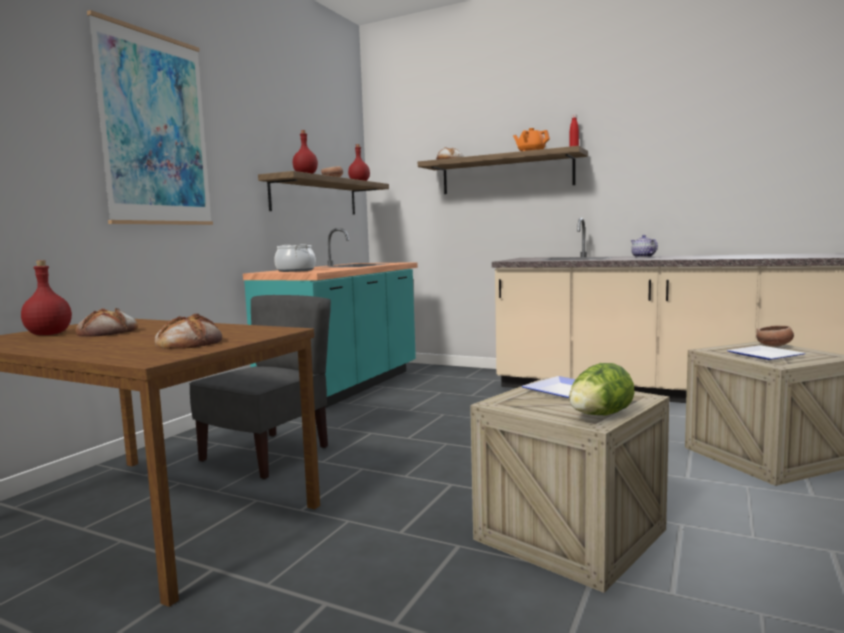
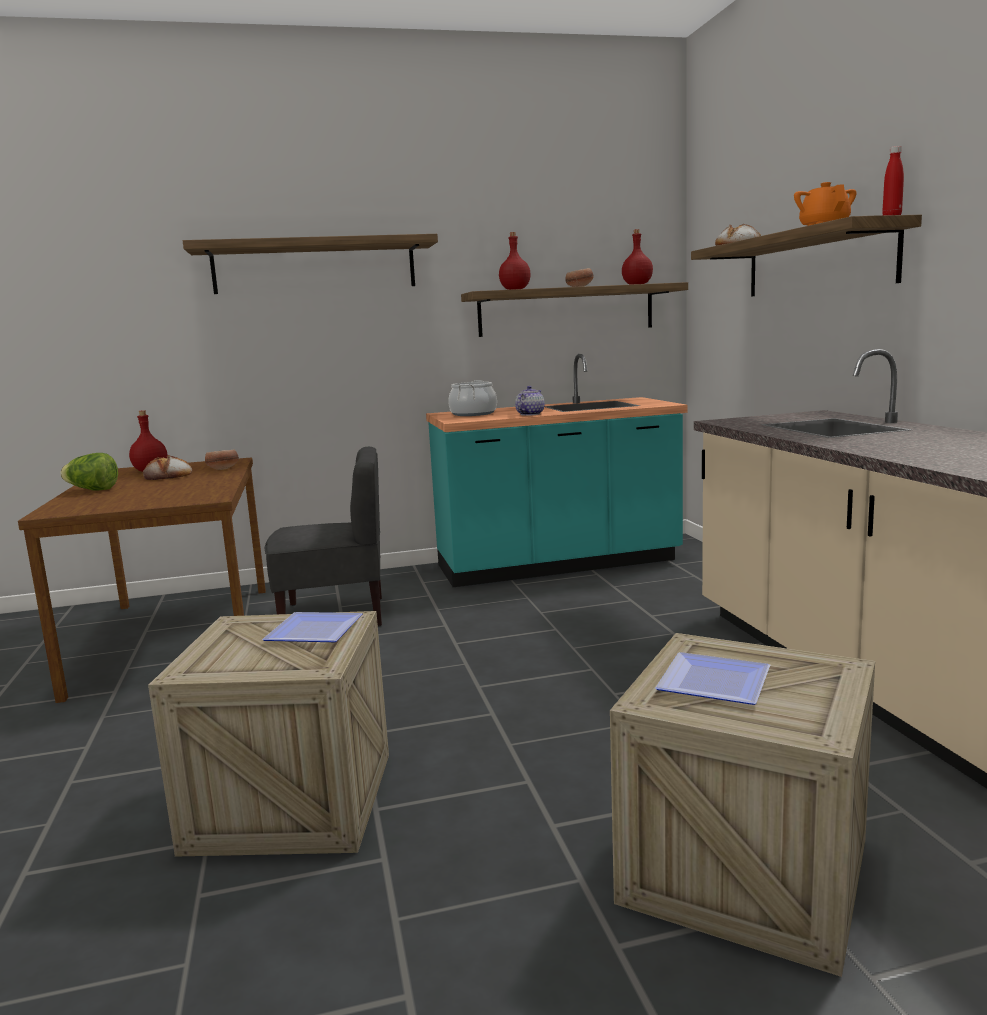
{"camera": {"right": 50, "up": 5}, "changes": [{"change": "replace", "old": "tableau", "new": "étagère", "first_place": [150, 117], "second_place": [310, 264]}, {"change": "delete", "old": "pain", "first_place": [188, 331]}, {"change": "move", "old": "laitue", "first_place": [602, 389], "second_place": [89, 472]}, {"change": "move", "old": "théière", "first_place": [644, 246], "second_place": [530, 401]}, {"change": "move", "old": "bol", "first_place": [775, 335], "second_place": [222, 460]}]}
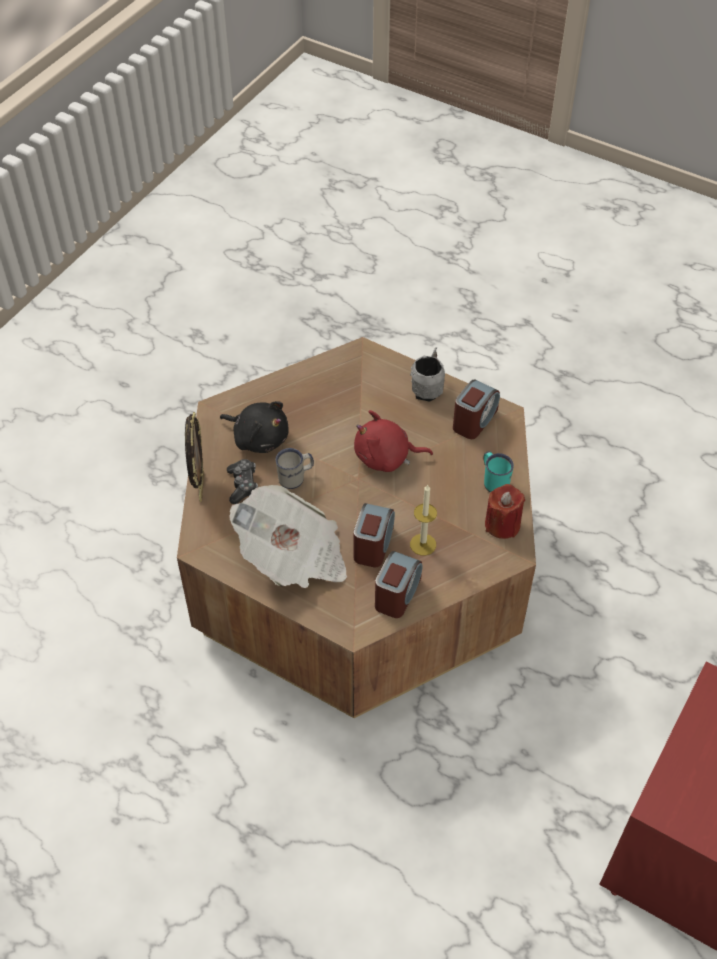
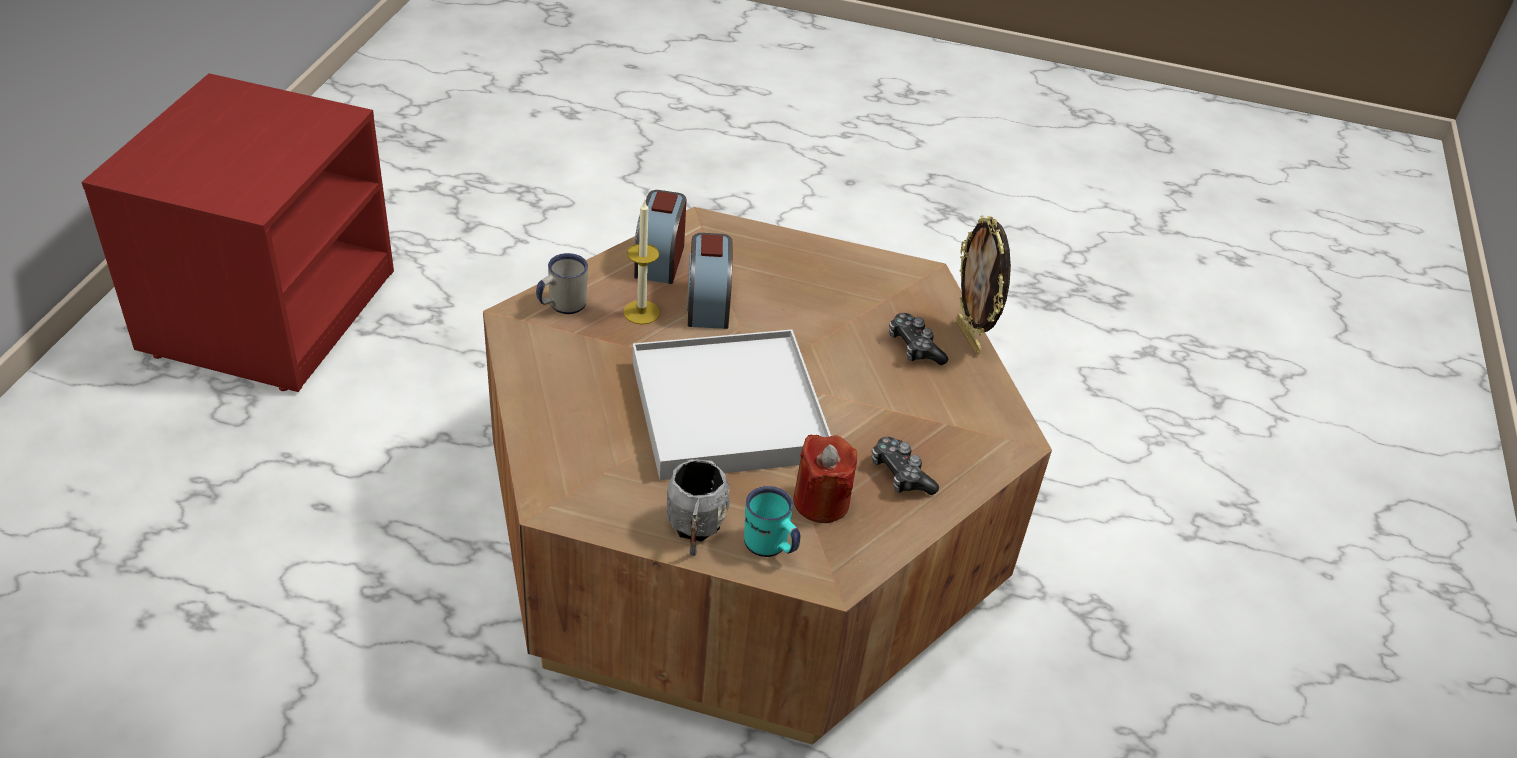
{"camera": {"right": 160, "up": -10}, "changes": [{"change": "delete", "old": "peluche (noir)", "first_place": [254, 427]}, {"change": "delete", "old": "journal", "first_place": [288, 536]}, {"change": "move", "old": "mug (blanc)", "first_place": [295, 468], "second_place": [562, 283]}, {"change": "replace", "old": "peluche (rouge)", "new": "plateau (blanc)", "first_place": [393, 441], "second_place": [731, 404]}, {"change": "delete", "old": "réveil", "first_place": [476, 409]}, {"change": "move", "old": "mug (turquoise)", "first_place": [499, 472], "second_place": [772, 521]}, {"change": "move", "old": "bougie (rouge)", "first_place": [505, 511], "second_place": [825, 479]}, {"change": "insert", "new": "manette", "second_place": [905, 466]}]}
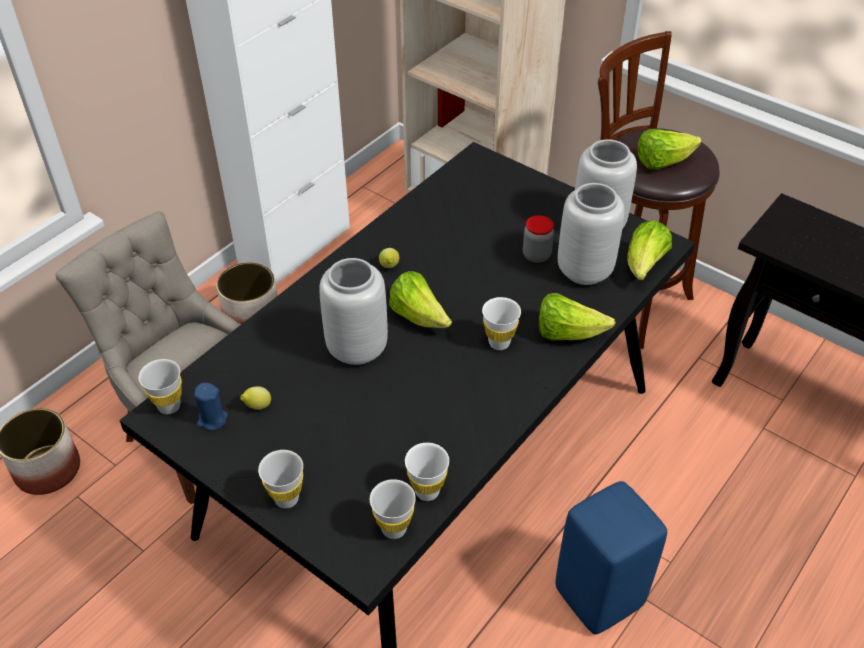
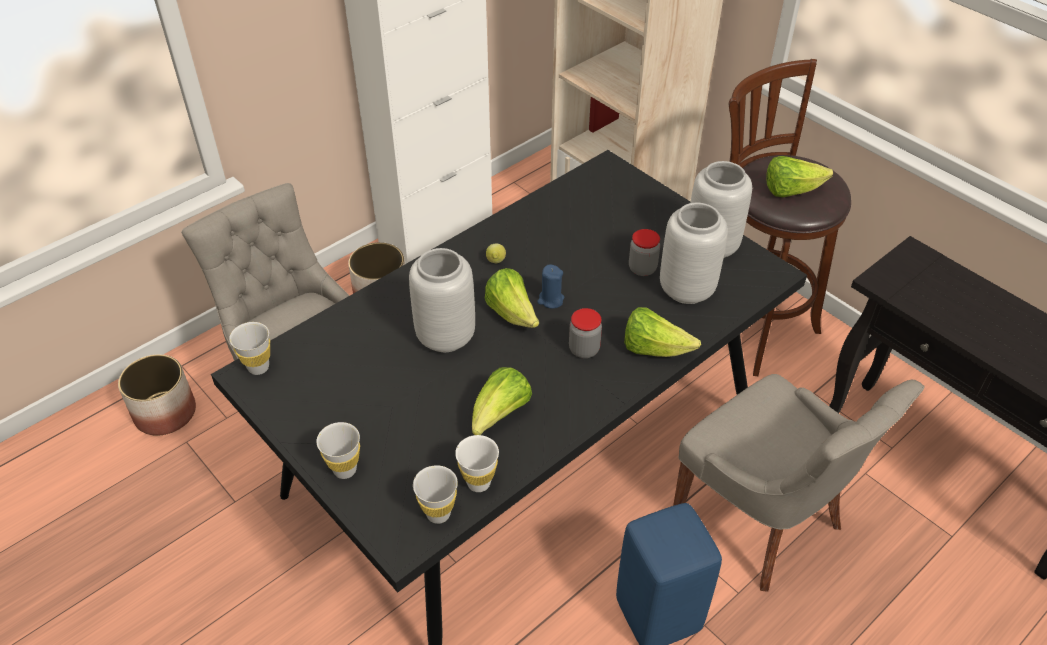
{"camera": {"right": 10, "up": 0}, "changes": [{"change": "move", "old": "bougie (bleu)", "first_place": [211, 407], "second_place": [551, 286]}, {"change": "delete", "old": "citron", "first_place": [255, 398]}, {"change": "replace", "old": "tasse (blanc)", "new": "bocal", "first_place": [501, 323], "second_place": [585, 333]}, {"change": "move", "old": "laitue", "first_place": [649, 250], "second_place": [502, 401]}, {"change": "insert", "new": "chaise (gris)", "second_place": [798, 483]}]}
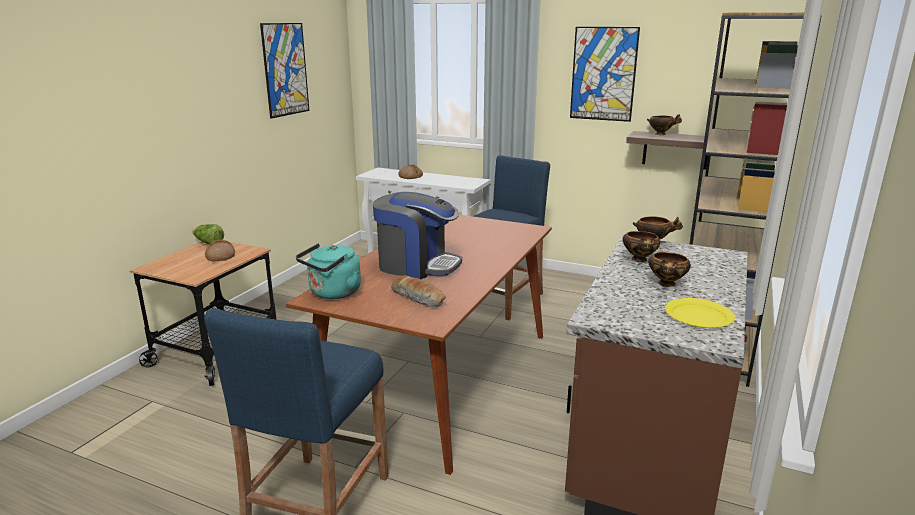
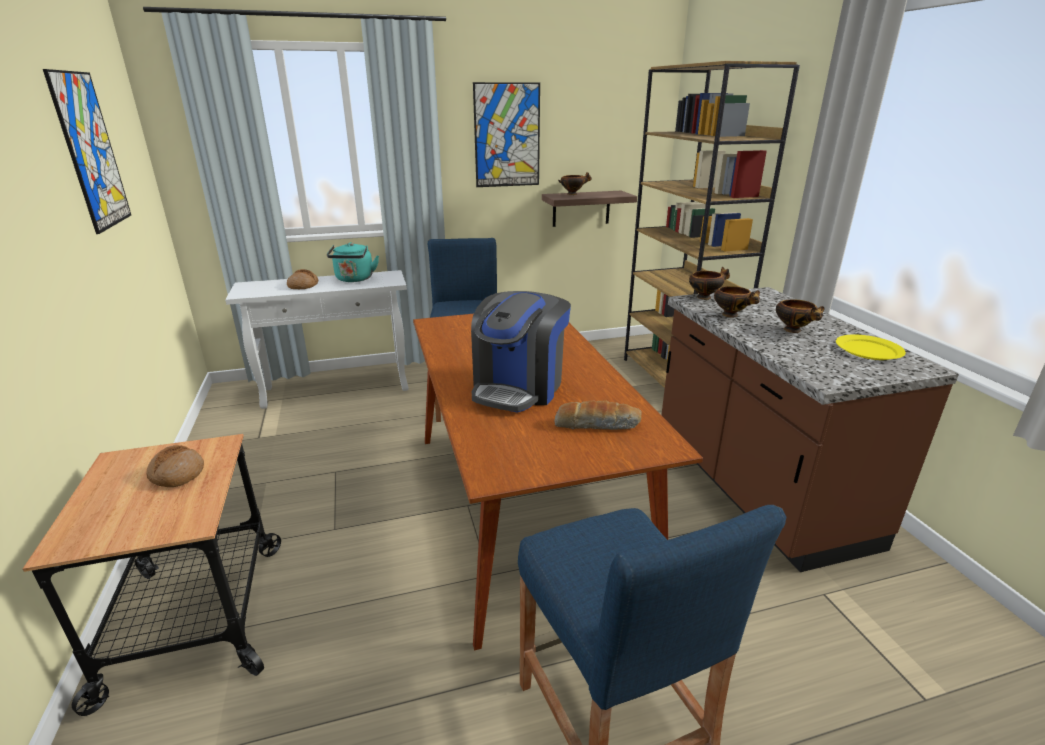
{"camera": {"right": -40, "up": 5}, "changes": [{"change": "delete", "old": "laitue", "first_place": [208, 234]}, {"change": "move", "old": "bouilloire (turquoise)", "first_place": [328, 271], "second_place": [353, 262]}, {"change": "rotate", "old": "machine à café", "first_place": [417, 235], "second_place": [521, 352], "degrees": 135}]}
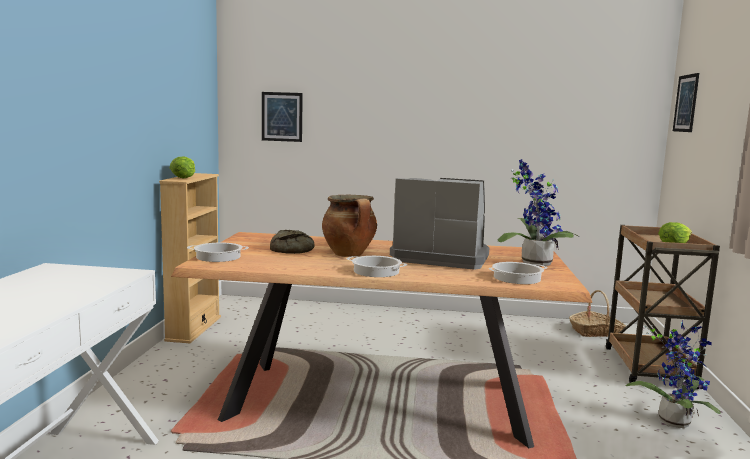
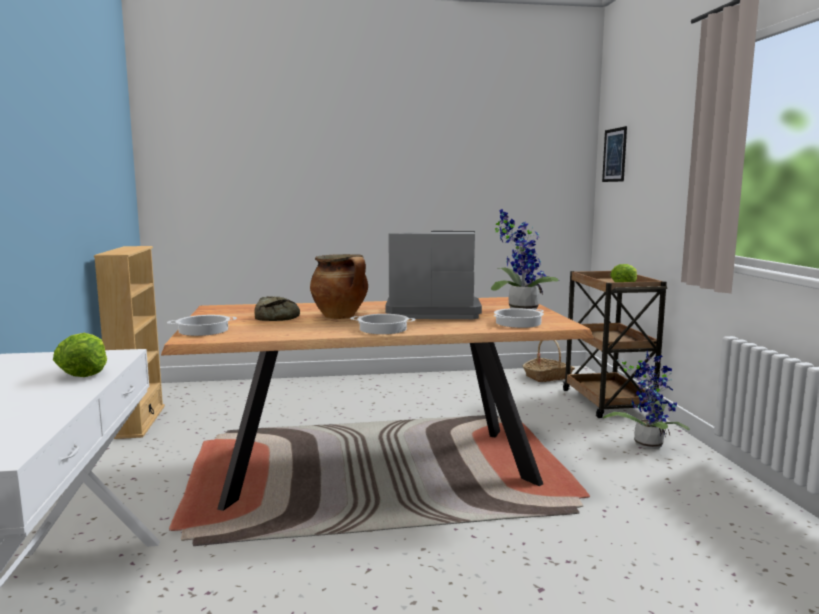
{"camera": {"right": -15, "up": 0}, "changes": [{"change": "move", "old": "laitue", "first_place": [182, 167], "second_place": [80, 355]}, {"change": "delete", "old": "tableau", "first_place": [282, 117]}]}
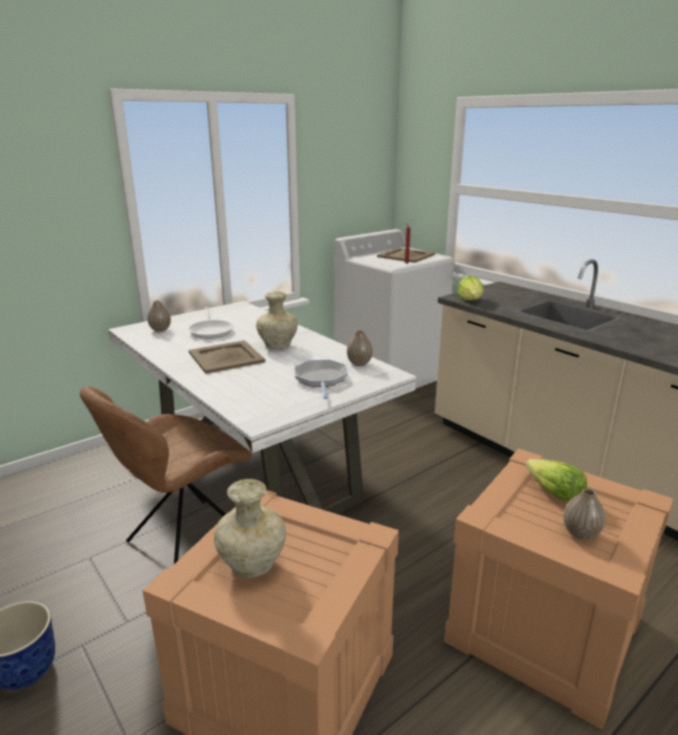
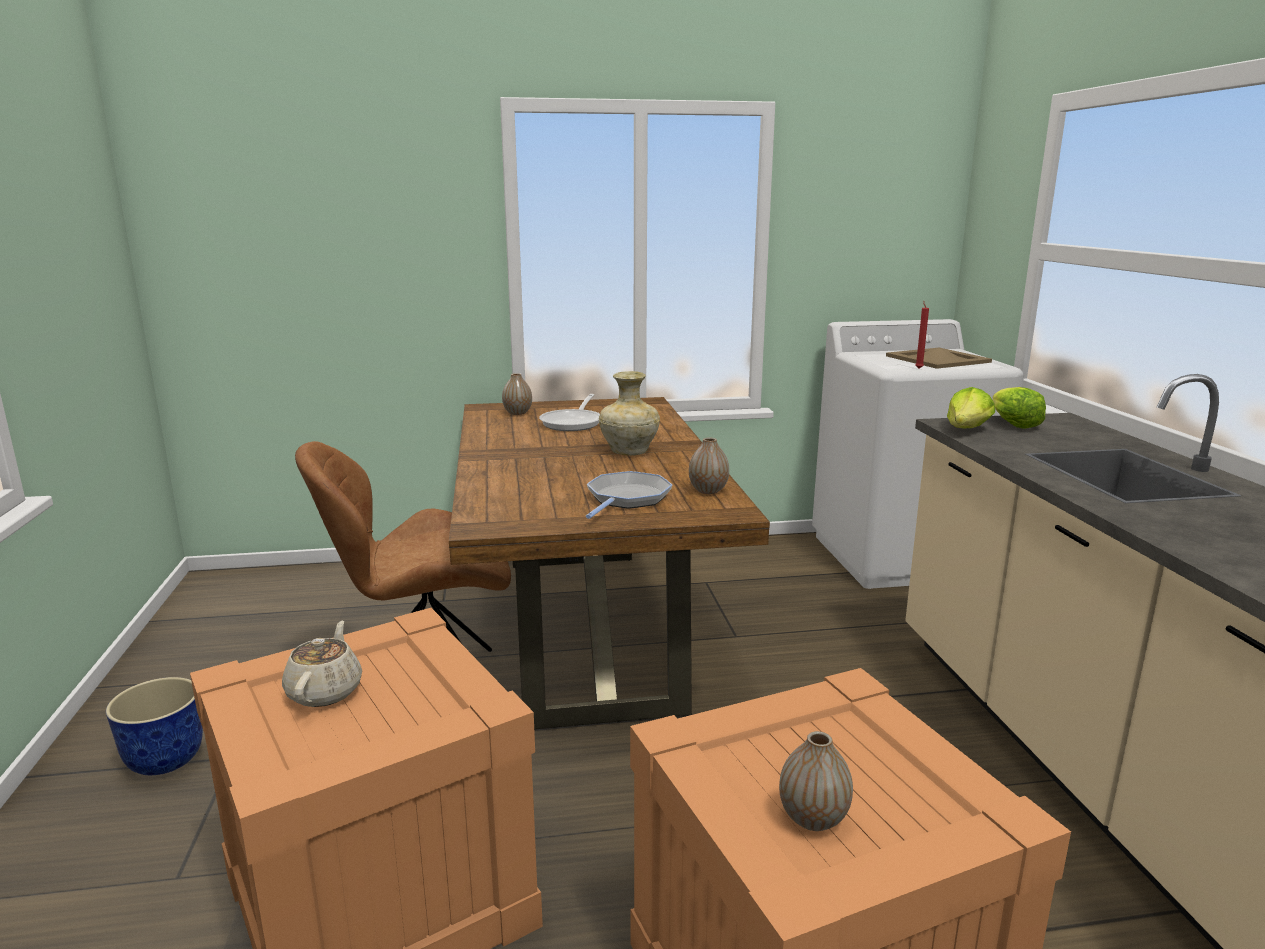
{"camera": {"right": 30, "up": -5}, "changes": [{"change": "recolor", "old": "table à manger (blanc)", "new": "table à manger (marron)", "first_place": [262, 408], "second_place": [609, 563]}, {"change": "delete", "old": "plateau (beige)", "first_place": [227, 357]}, {"change": "replace", "old": "vase (beige)", "new": "théière (beige)", "first_place": [250, 528], "second_place": [322, 663]}, {"change": "move", "old": "laitue", "first_place": [556, 480], "second_place": [1019, 408]}]}
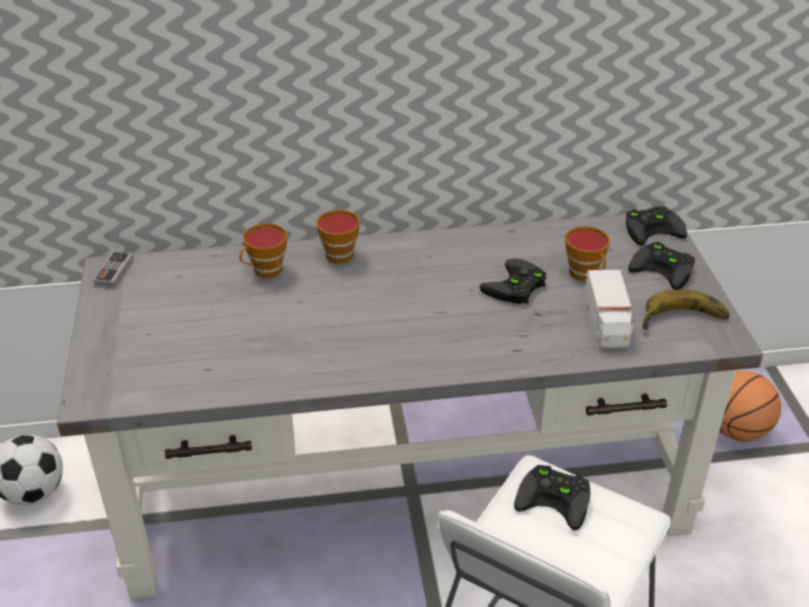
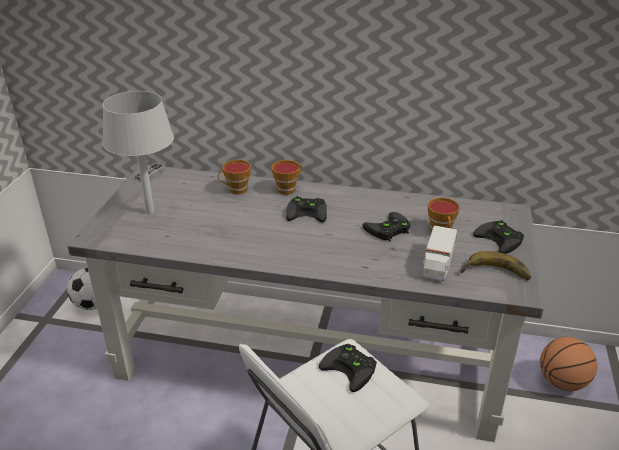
{"camera": {"right": 20, "up": -5}, "changes": [{"change": "move", "old": "manette (noir)", "first_place": [656, 226], "second_place": [306, 209]}, {"change": "insert", "new": "lampe de table (gris)", "second_place": [138, 152]}]}
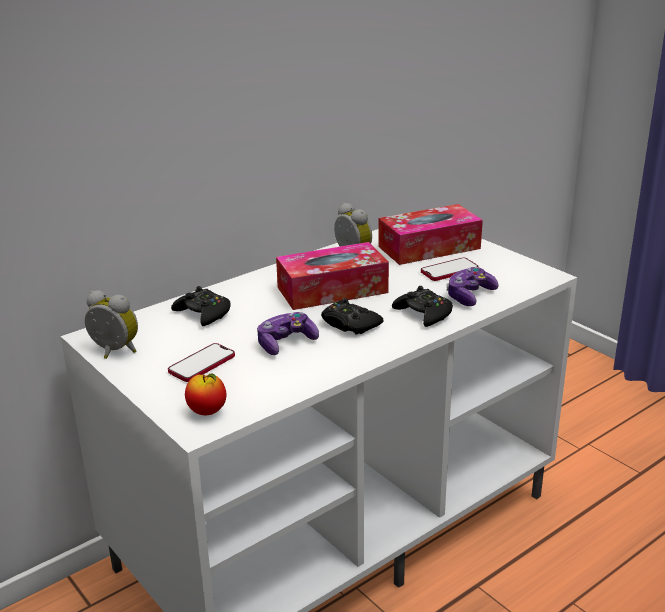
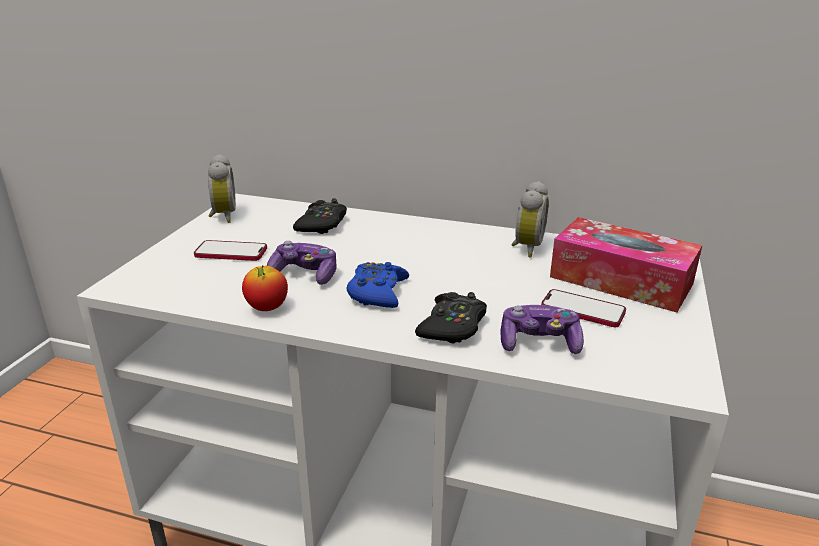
{"camera": {"right": 55, "up": 0}, "changes": [{"change": "move", "old": "pomme", "first_place": [205, 394], "second_place": [265, 288]}, {"change": "delete", "old": "boîte à mouchoirs", "first_place": [332, 276]}, {"change": "recolor", "old": "manette (noir)", "new": "manette (bleu)", "first_place": [352, 316], "second_place": [378, 285]}]}
